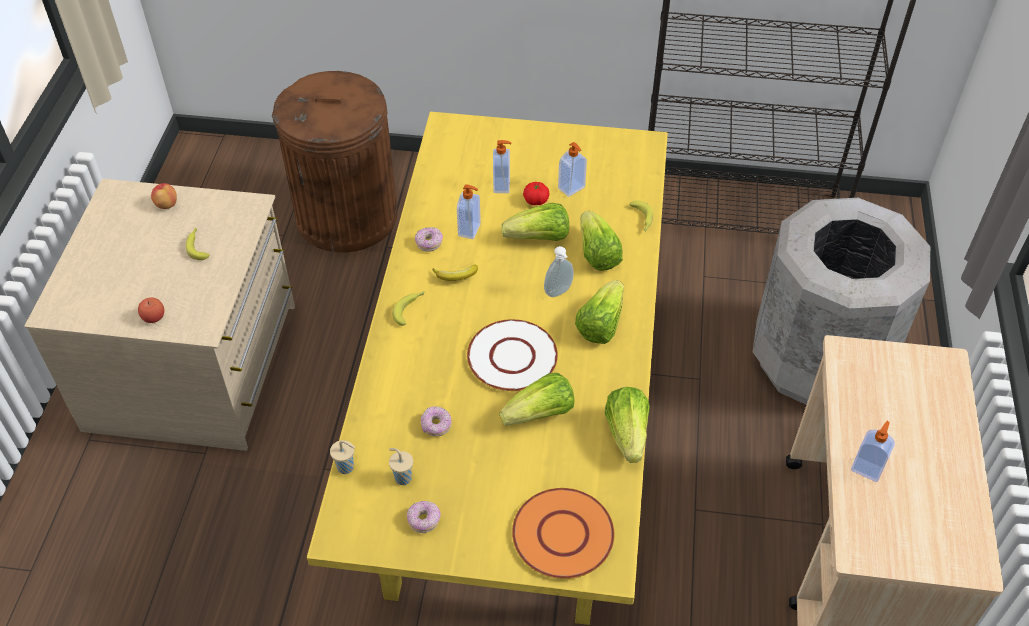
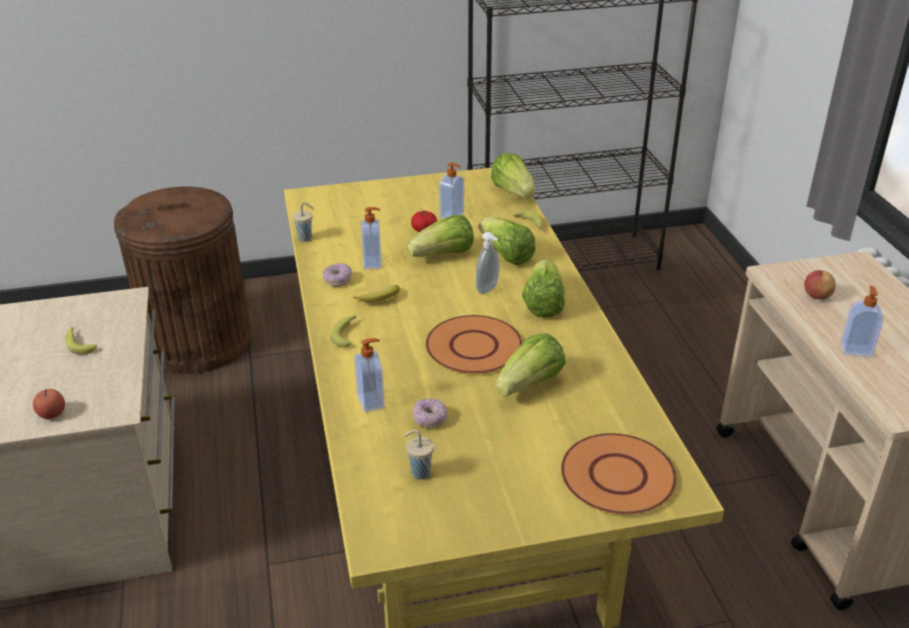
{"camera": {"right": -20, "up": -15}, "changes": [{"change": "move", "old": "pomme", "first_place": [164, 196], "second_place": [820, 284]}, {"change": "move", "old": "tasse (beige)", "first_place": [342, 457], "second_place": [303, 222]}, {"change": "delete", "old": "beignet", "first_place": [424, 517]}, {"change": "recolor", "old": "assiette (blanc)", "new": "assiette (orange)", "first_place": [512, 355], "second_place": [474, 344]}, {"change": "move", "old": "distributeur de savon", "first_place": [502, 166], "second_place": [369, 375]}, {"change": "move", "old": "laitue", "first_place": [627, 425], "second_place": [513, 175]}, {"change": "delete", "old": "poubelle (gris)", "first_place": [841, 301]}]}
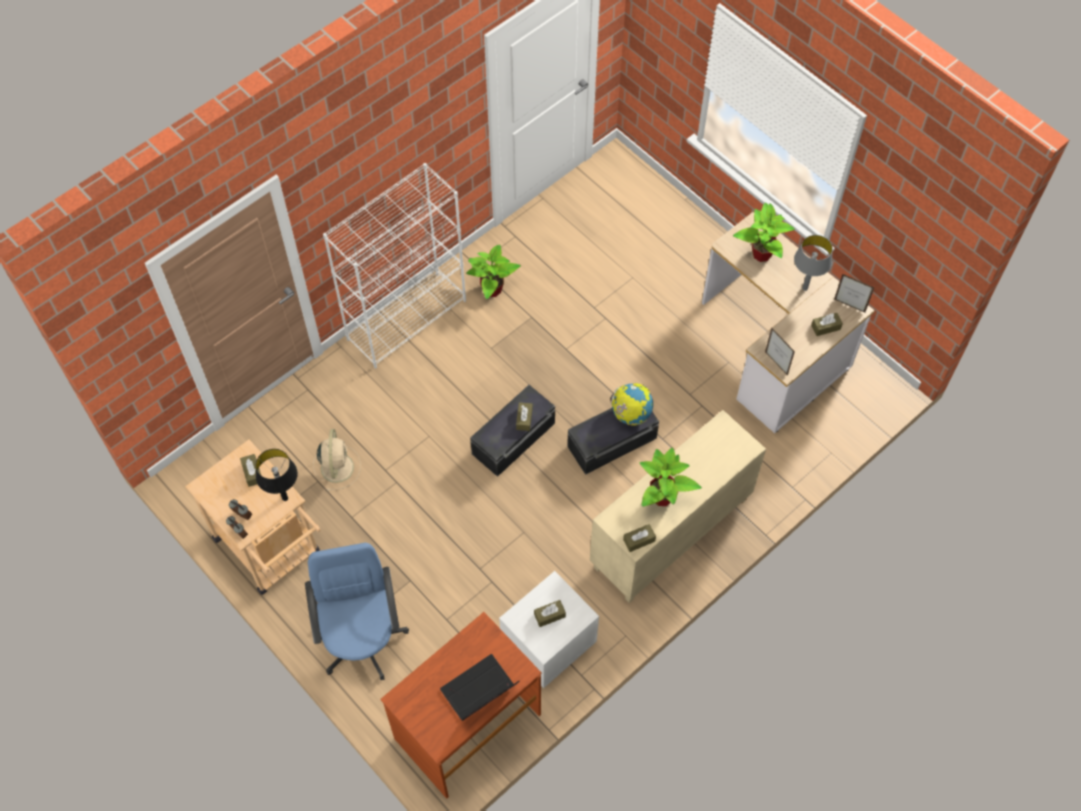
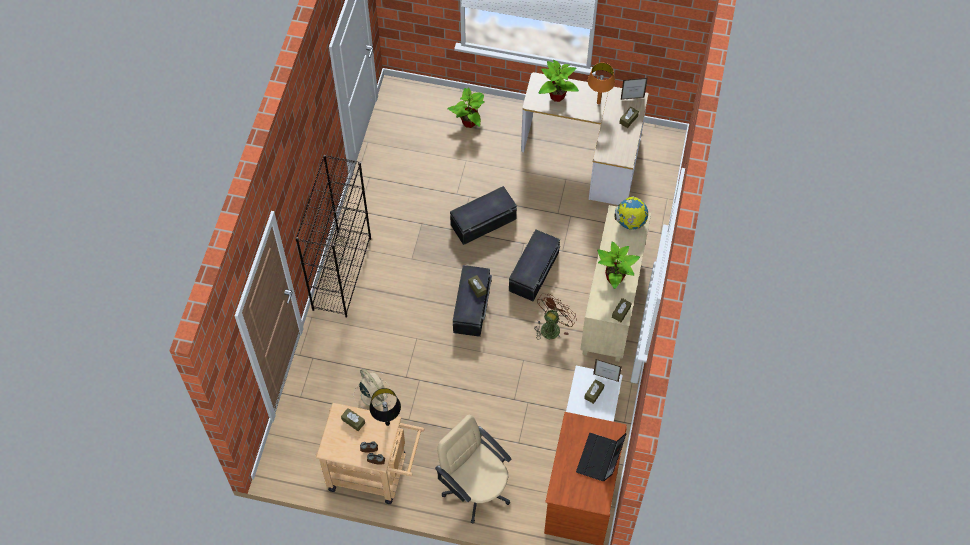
{"camera": {"right": -35, "up": 0}, "changes": [{"change": "recolor", "old": "chaise de bureau (bleu)", "new": "chaise de bureau (beige)", "first_place": [357, 611], "second_place": [473, 469]}, {"change": "recolor", "old": "bibliothèque (blanc)", "new": "bibliothèque (noir)", "first_place": [394, 266], "second_place": [333, 236]}, {"change": "move", "old": "plante en pot", "first_place": [493, 272], "second_place": [466, 107]}, {"change": "move", "old": "globe", "first_place": [631, 404], "second_place": [631, 213]}, {"change": "move", "old": "cadre photo", "first_place": [780, 352], "second_place": [607, 370]}, {"change": "recolor", "old": "lampe de table (gris)", "new": "lampe de table (orange)", "first_place": [813, 263], "second_place": [601, 83]}, {"change": "insert", "new": "boîte de rangement (noir)", "second_place": [483, 215]}, {"change": "insert", "new": "ventilateur (marron)", "second_place": [555, 316]}]}
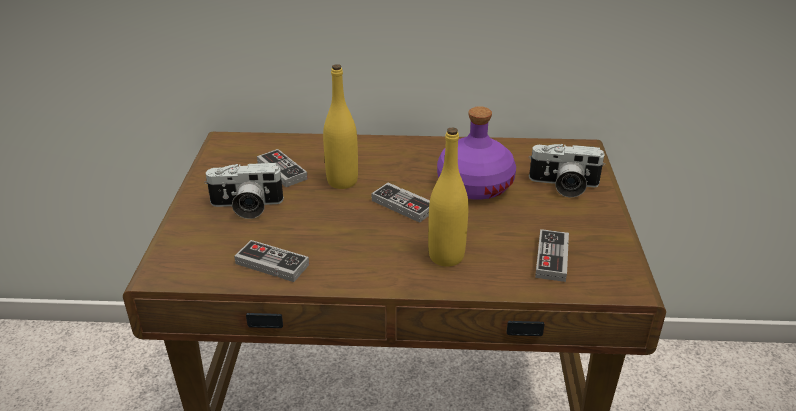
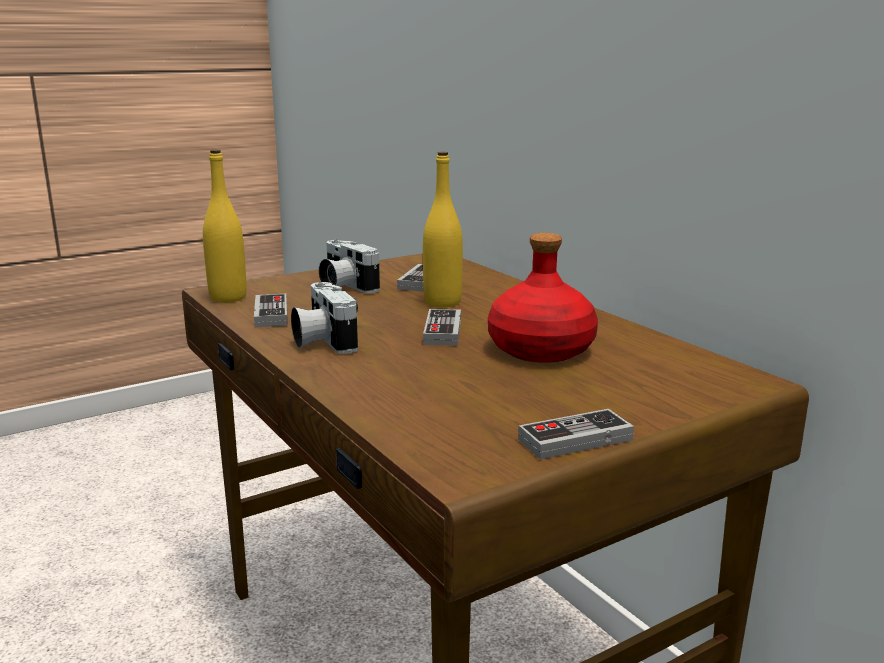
{"camera": {"right": 55, "up": -15}, "changes": [{"change": "move", "old": "bouteille (jaune)", "first_place": [448, 197], "second_place": [225, 226]}, {"change": "recolor", "old": "bouteille (violet)", "new": "bouteille (rouge)", "first_place": [476, 153], "second_place": [543, 298]}, {"change": "move", "old": "appareil photo", "first_place": [567, 170], "second_place": [324, 318]}, {"change": "move", "old": "manette", "first_place": [552, 255], "second_place": [576, 434]}]}
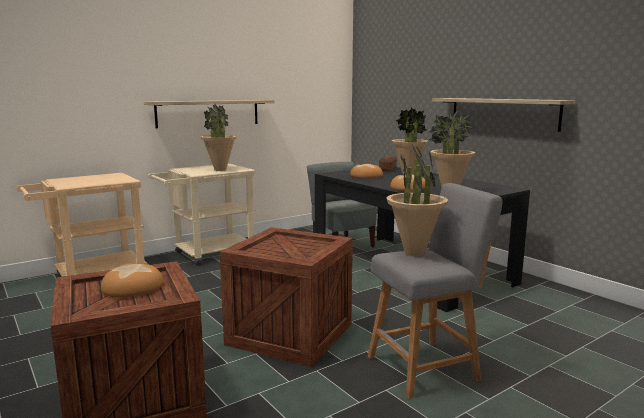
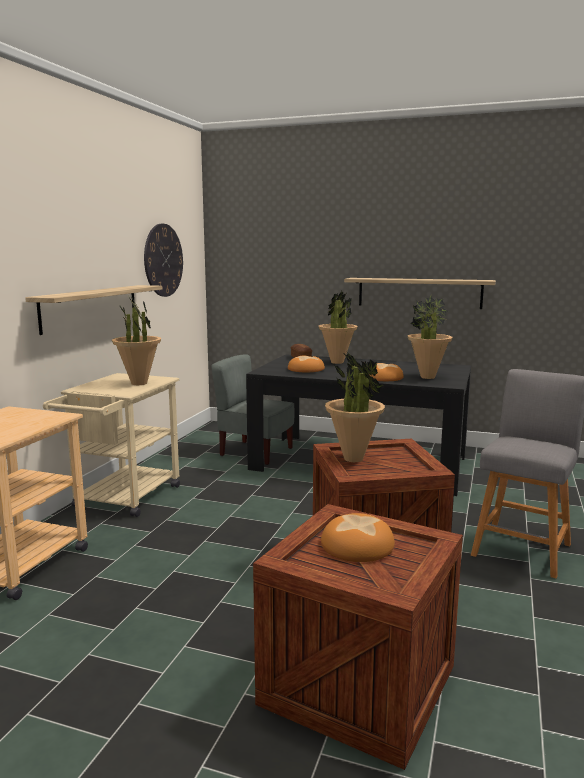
{"camera": {"right": -35, "up": 0}, "changes": [{"change": "move", "old": "plante en pot", "first_place": [417, 199], "second_place": [355, 407]}, {"change": "insert", "new": "horloge murale", "second_place": [163, 260]}]}
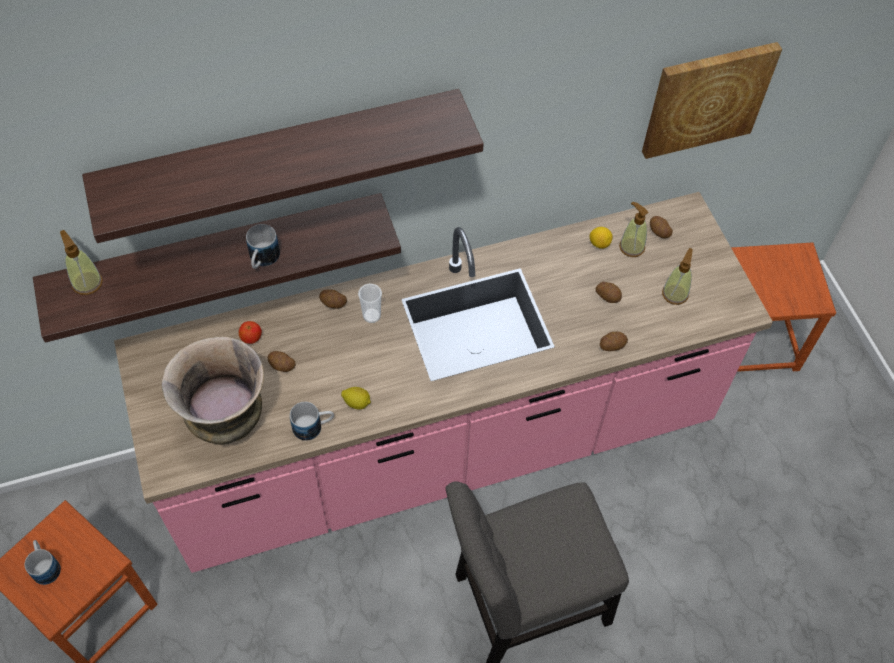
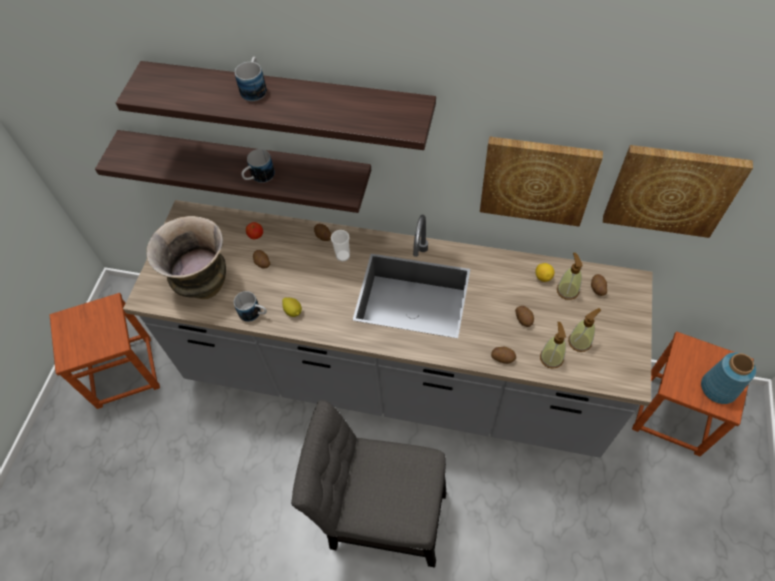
{"camera": {"right": 35, "up": 0}, "changes": [{"change": "move", "old": "mug", "first_place": [42, 562], "second_place": [251, 79]}, {"change": "move", "old": "distributeur de savon", "first_place": [81, 262], "second_place": [553, 345]}, {"change": "recolor", "old": "comptoir de cuisine (rose)", "new": "comptoir de cuisine (gris)", "first_place": [443, 382], "second_place": [387, 329]}, {"change": "insert", "new": "tableau", "second_place": [541, 181]}, {"change": "insert", "new": "vase (bleu)", "second_place": [728, 378]}]}
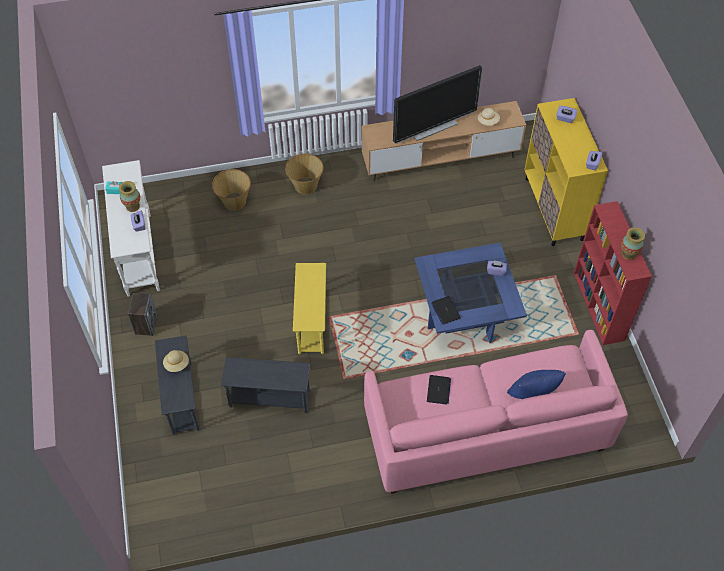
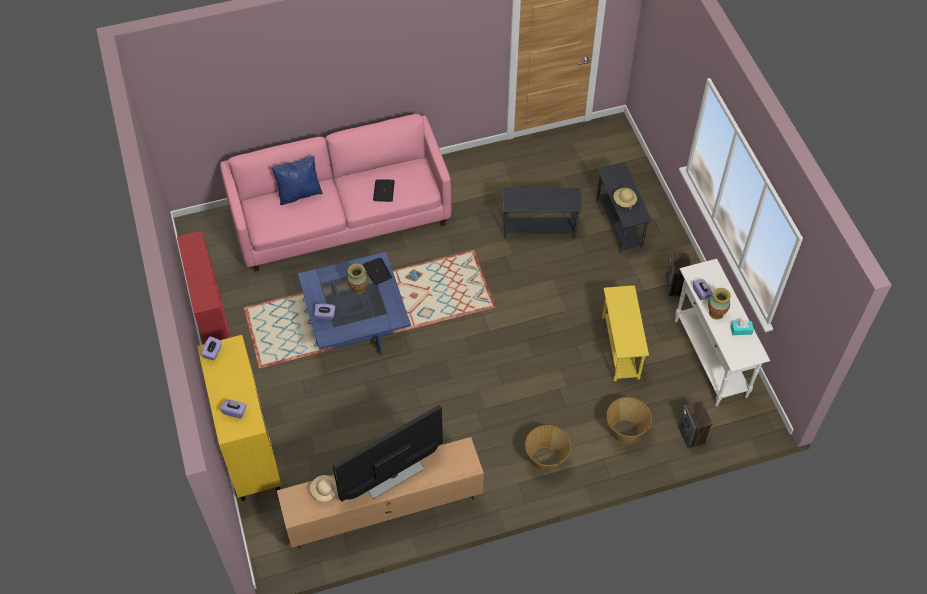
{"camera": {"right": 175, "up": 0}, "changes": [{"change": "move", "old": "table d'appoint (jaune)", "first_place": [309, 308], "second_place": [625, 333]}, {"change": "move", "old": "vase", "first_place": [633, 243], "second_place": [357, 279]}, {"change": "insert", "new": "enceinte", "second_place": [695, 424]}]}
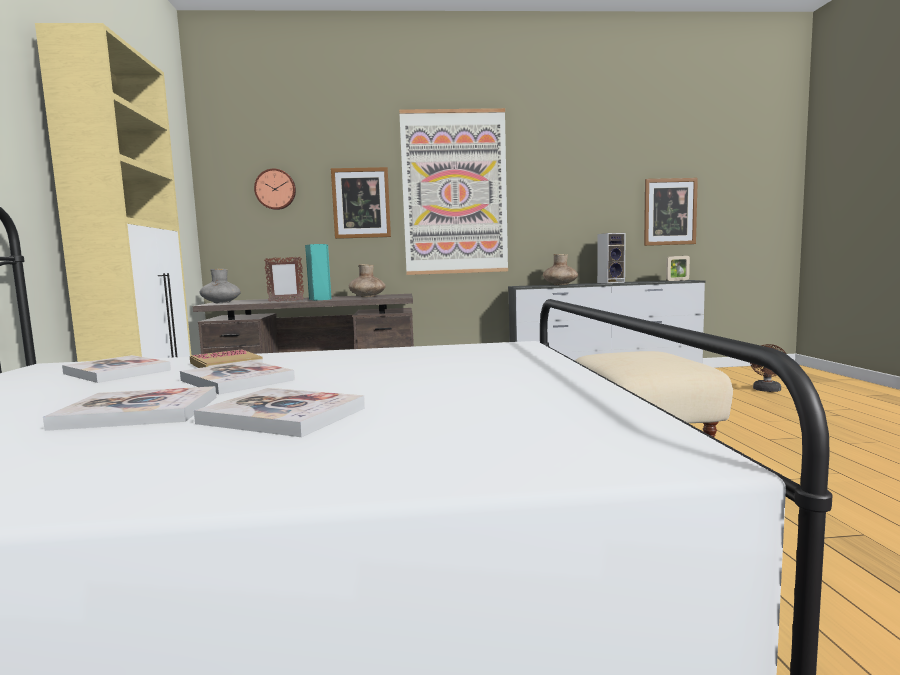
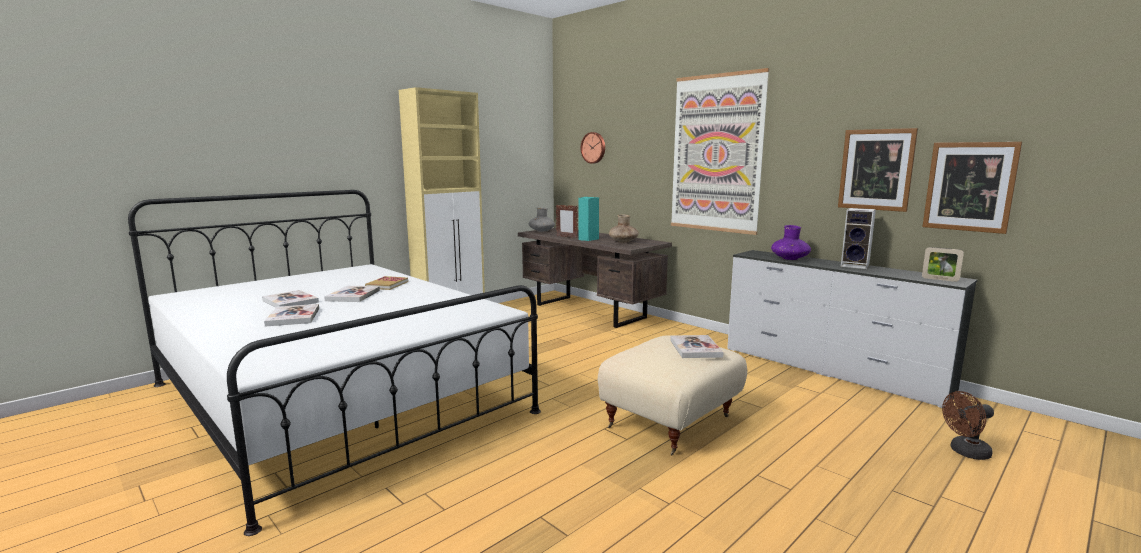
{"camera": {"right": 50, "up": 5}, "changes": [{"change": "move", "old": "livre", "first_place": [116, 369], "second_place": [697, 346]}, {"change": "move", "old": "tableau", "first_place": [361, 203], "second_place": [878, 170]}, {"change": "recolor", "old": "vase (marron)", "new": "vase (violet)", "first_place": [560, 269], "second_place": [791, 242]}]}
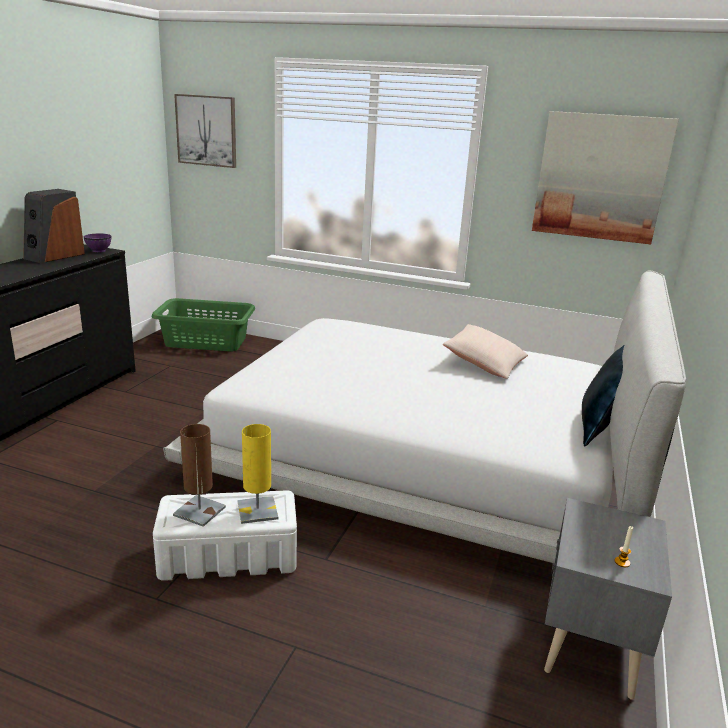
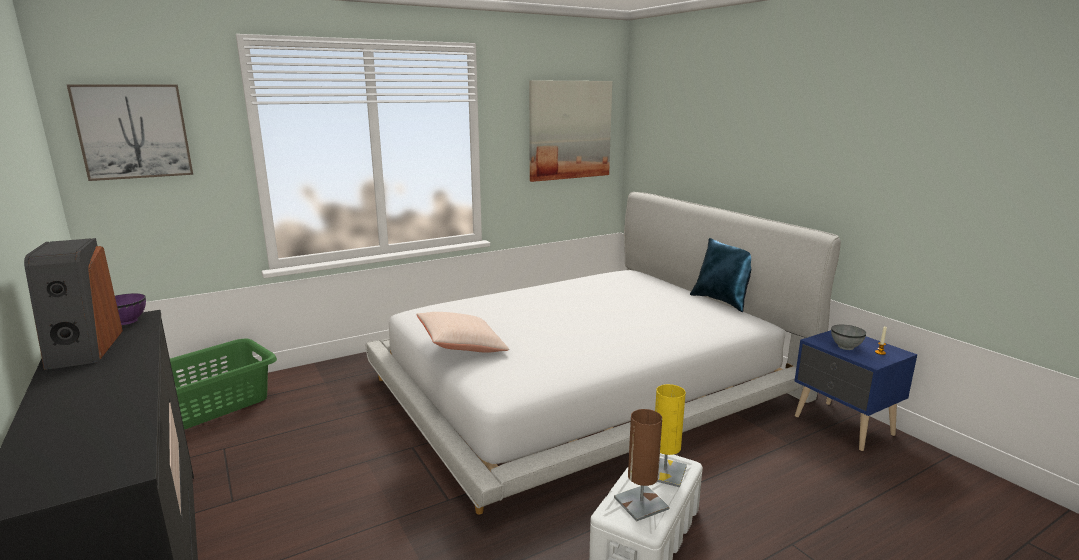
{"camera": {"right": -50, "up": -5}, "changes": [{"change": "move", "old": "coussin (beige)", "first_place": [485, 351], "second_place": [462, 332]}, {"change": "recolor", "old": "table de chevet (gris)", "new": "table de chevet (bleu)", "first_place": [608, 599], "second_place": [855, 390]}, {"change": "insert", "new": "bol (gris)", "second_place": [848, 337]}]}
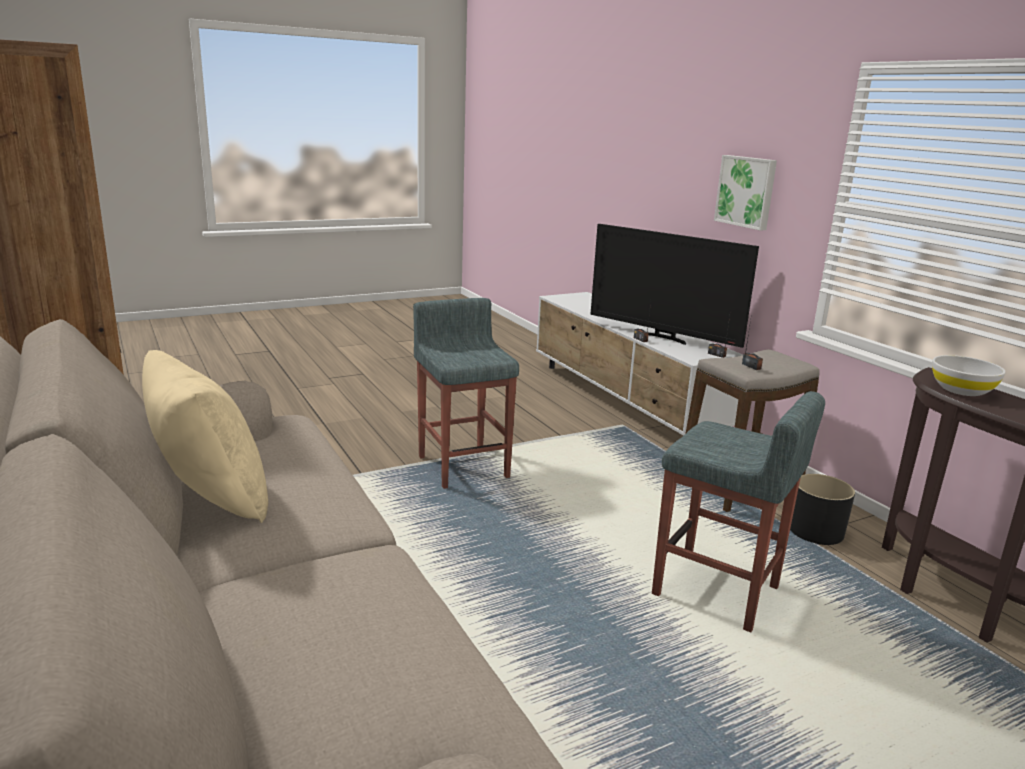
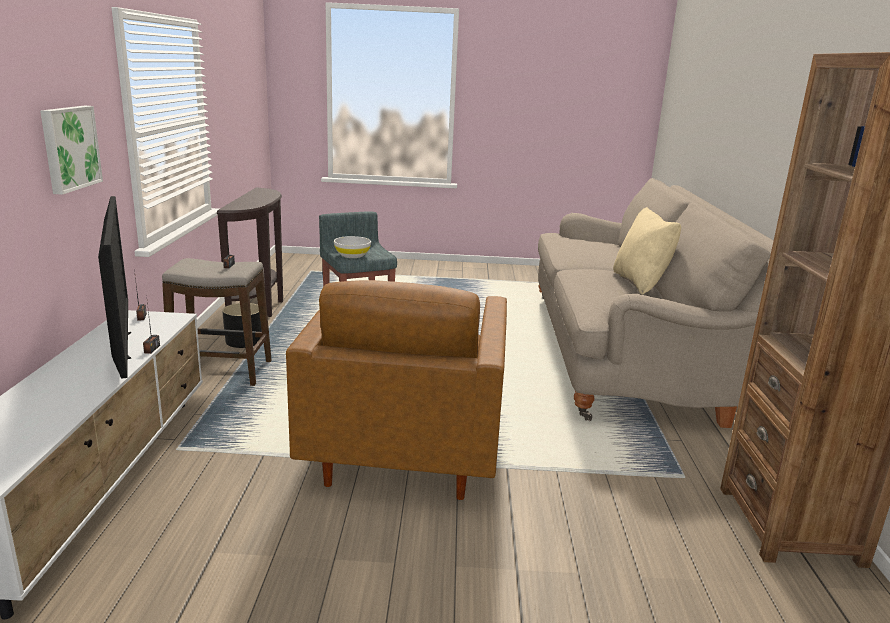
{"camera": {"right": -150, "up": 0}, "changes": [{"change": "replace", "old": "tabouret (gris)", "new": "fauteuil (marron)", "first_place": [466, 393], "second_place": [396, 390]}, {"change": "move", "old": "bol (blanc)", "first_place": [969, 375], "second_place": [352, 247]}]}
